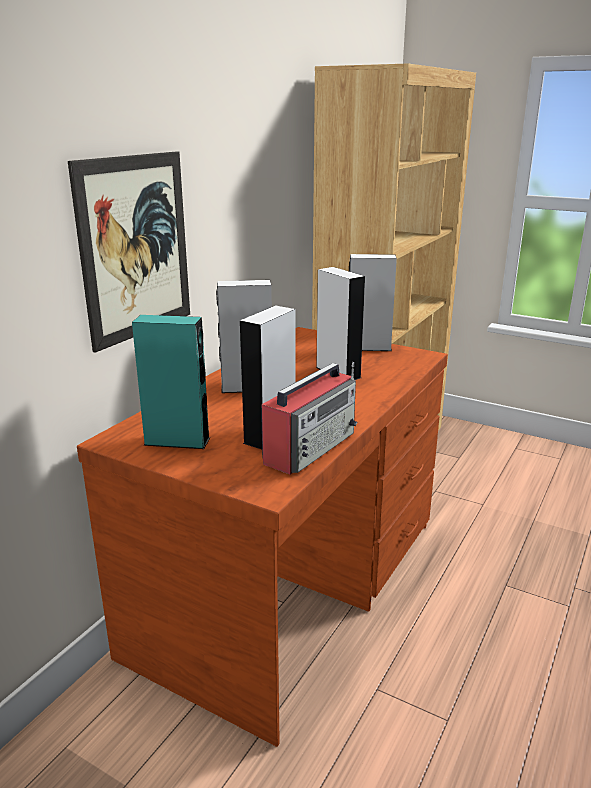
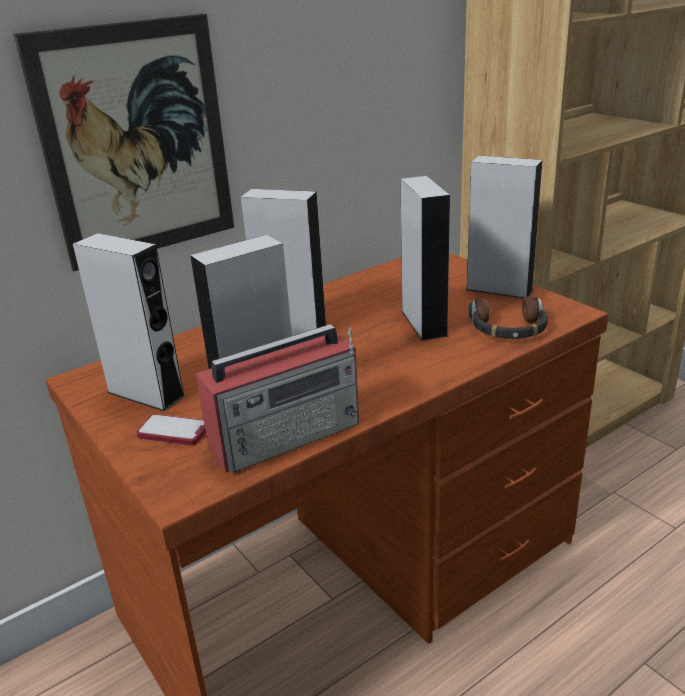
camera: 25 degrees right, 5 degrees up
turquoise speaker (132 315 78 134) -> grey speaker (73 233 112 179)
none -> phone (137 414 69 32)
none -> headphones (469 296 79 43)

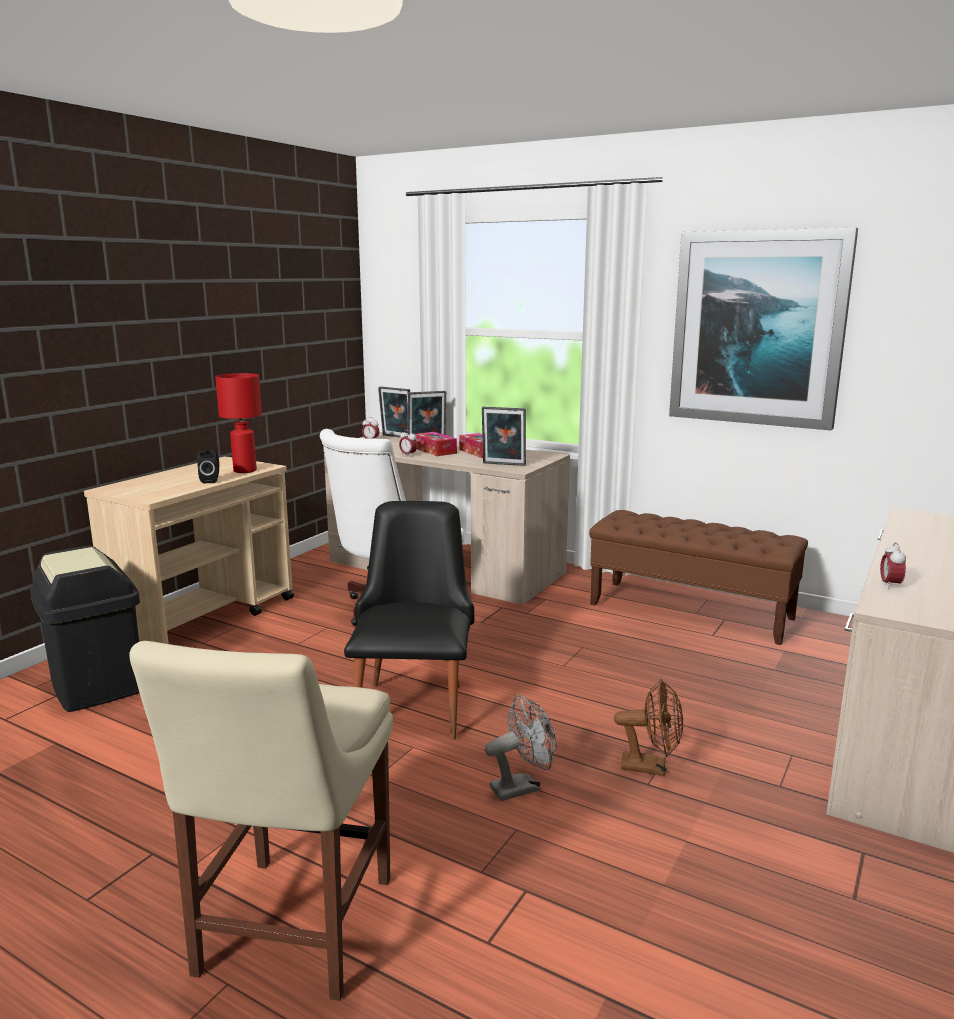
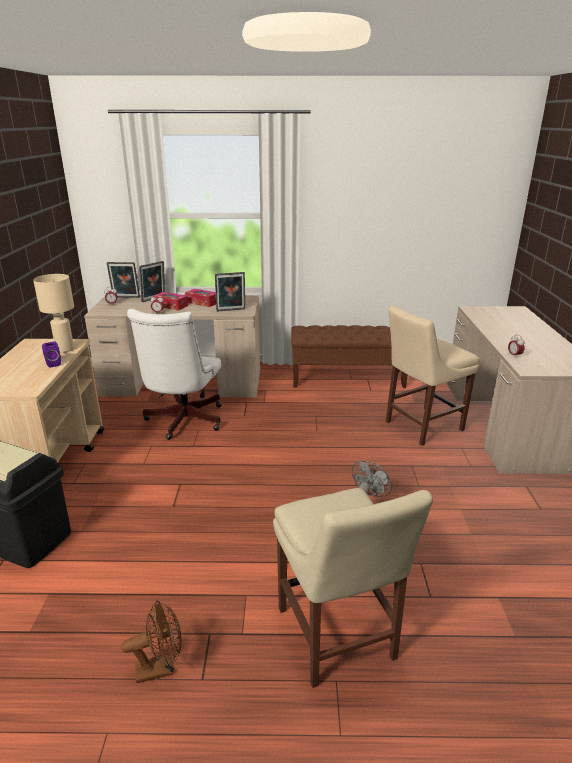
camera: 30 degrees left, 10 degrees up
black speaker (197 451 22 32) -> purple speaker (42 341 19 27)
red table lamp (215 373 47 100) -> beige table lamp (33 274 41 79)
black chair (344 501 130 239) -> none
brown fan (614 679 69 97) -> brown fan (121 600 61 83), move
picture (669 228 189 202) -> none
none -> beige chair (386 306 94 140)

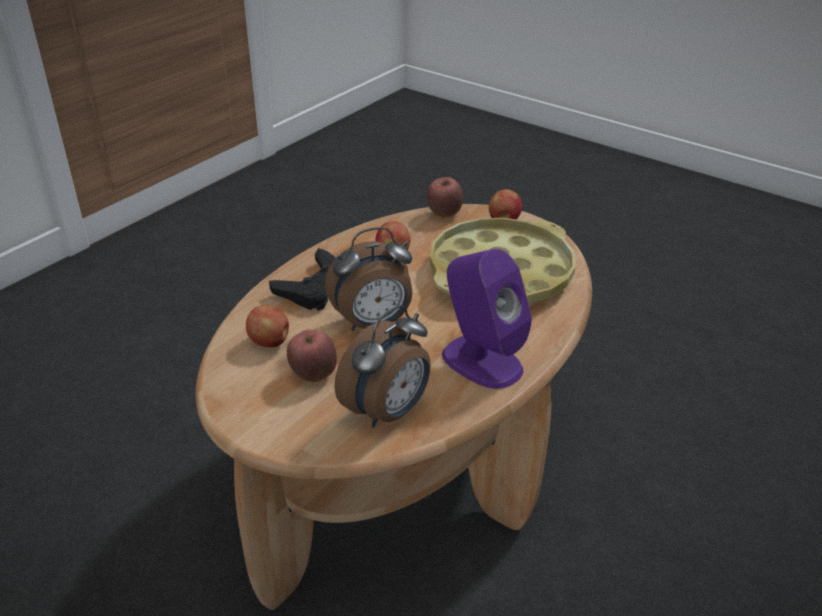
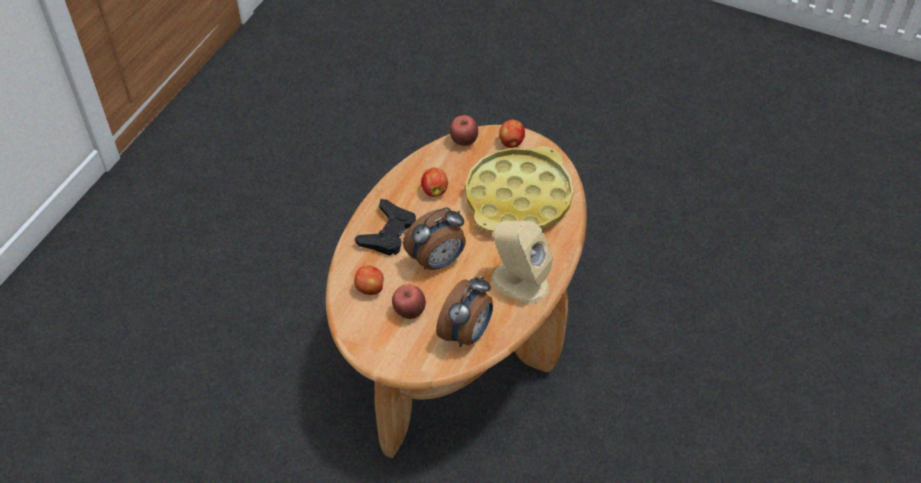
camera: 10 degrees left, 15 degrees up
purple speaker (442 249 90 140) -> beige speaker (492 221 61 83)

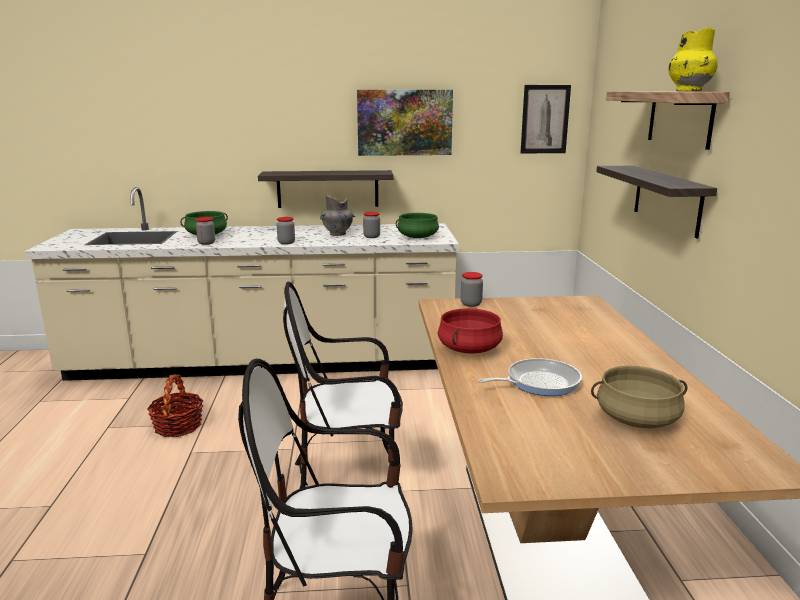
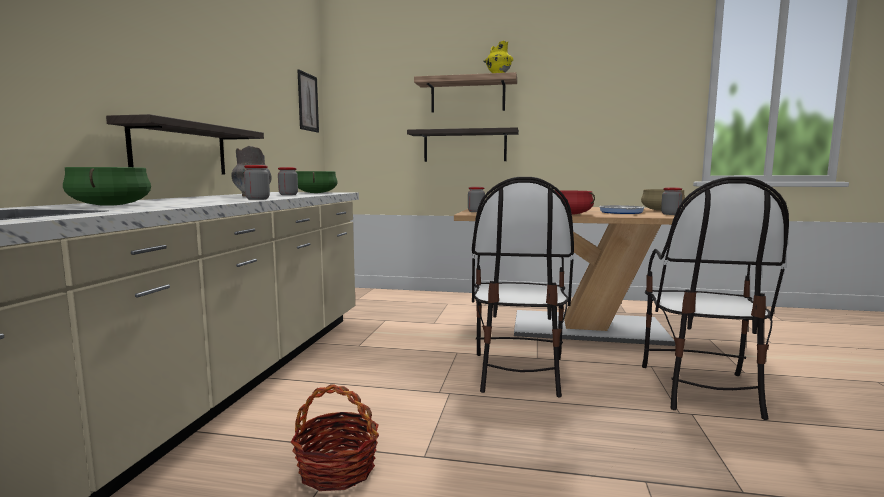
camera: 75 degrees left, 10 degrees down
jar (196 217 19 28) -> jar (661 188 22 27), move
picture (357 90 96 66) -> none

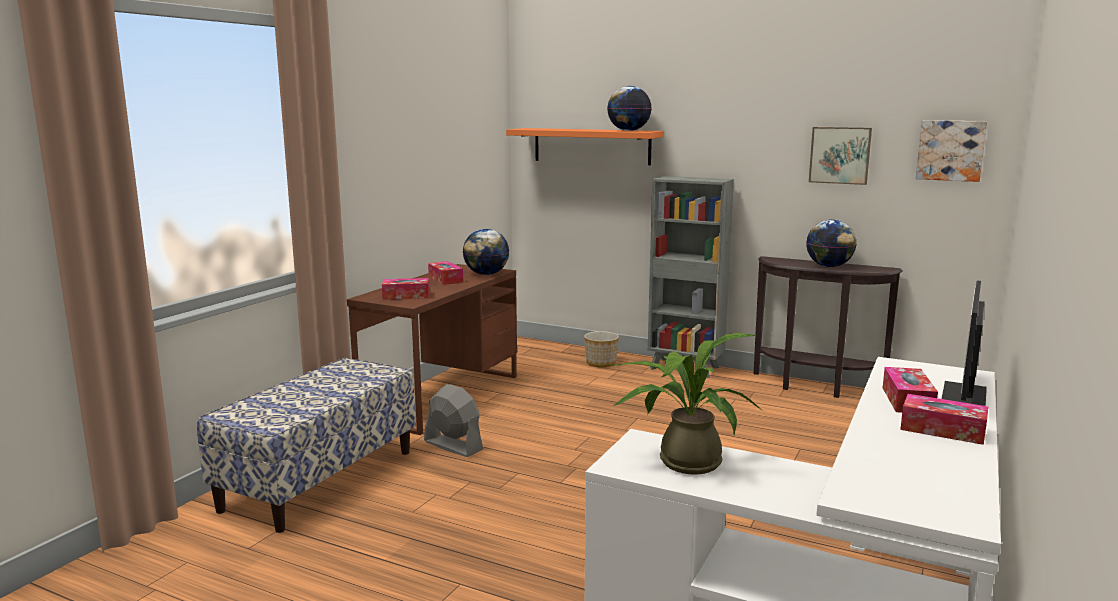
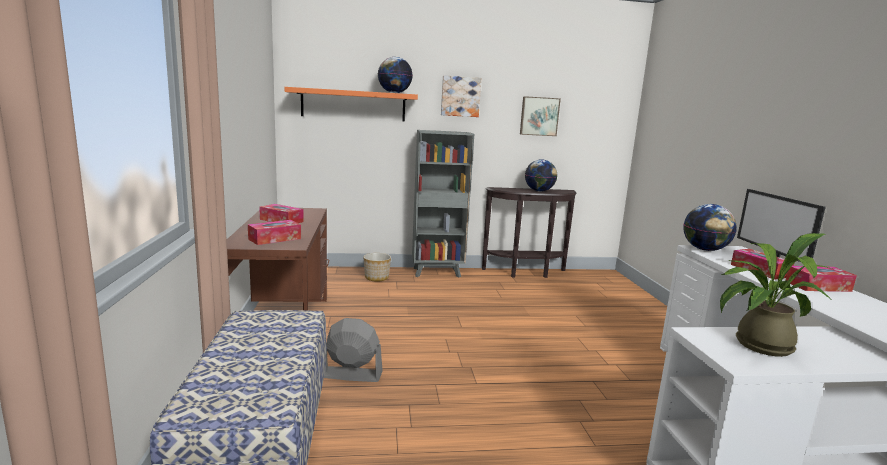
camera: 35 degrees left, 0 degrees up
globe (463 229 46 46) -> globe (683 204 54 47), move
picture (916 120 71 62) -> picture (441 75 40 42), move

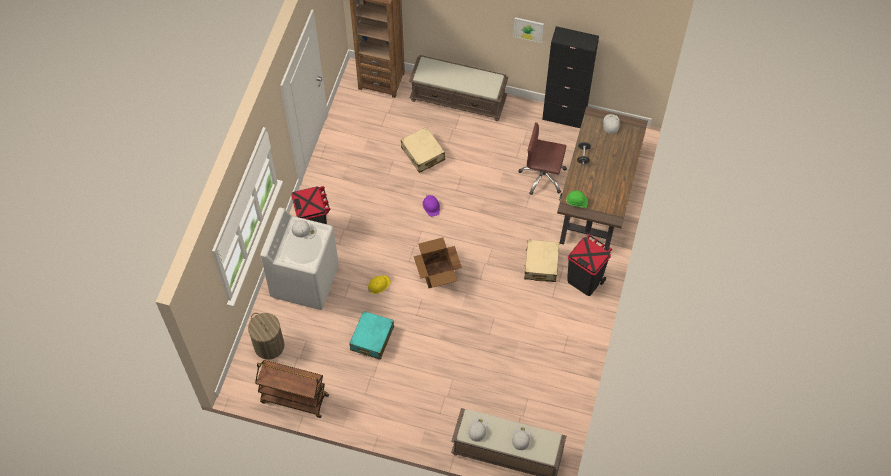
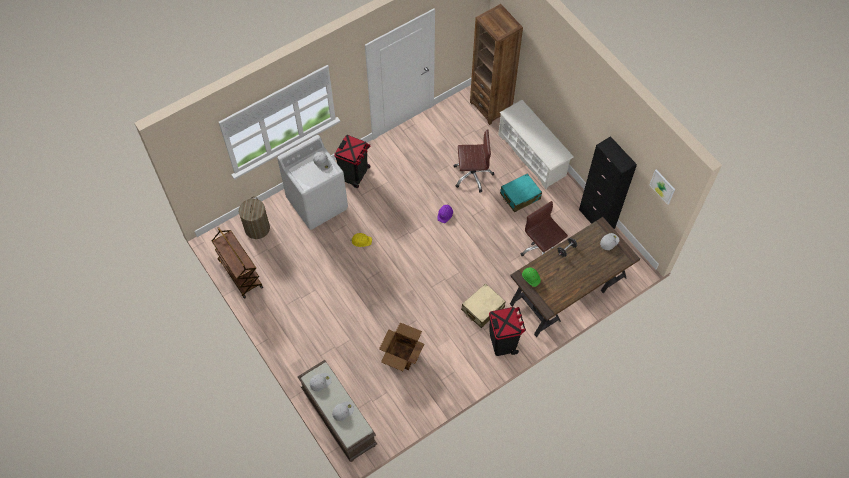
camera: 40 degrees right, 0 degrees up
turquoise suitcase (349 311 45 49) -> turquoise suitcase (500 173 42 39), move
beige suitcase (401 127 44 46) -> brown office chair (454 129 40 63)
brown bench (409 55 99 66) -> white shoe rack (498 100 75 89)
cardboard box (414 237 48 51) -> cardboard box (379 323 45 48), move
picture (513 17 31 26) -> picture (650 169 25 36), move

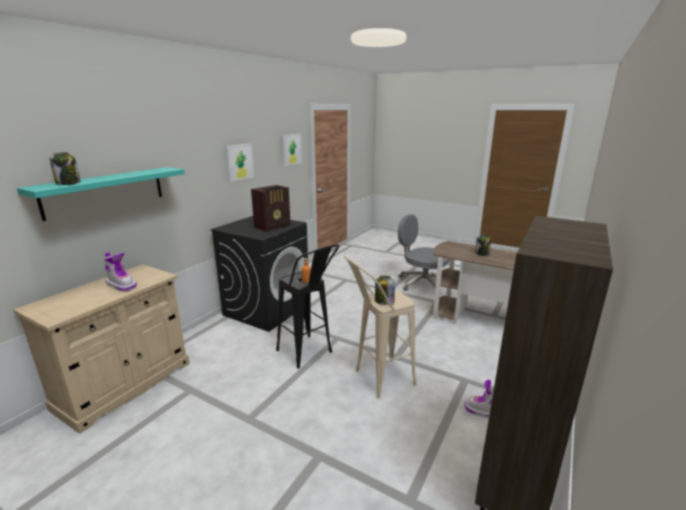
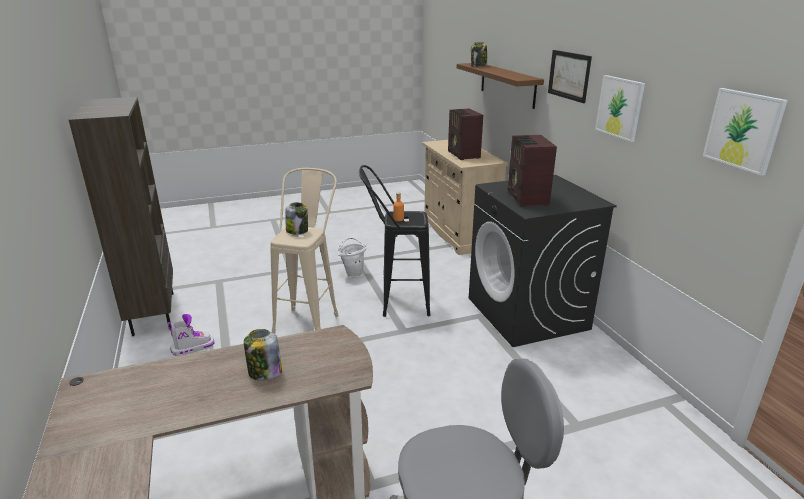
camera: 130 degrees right, 5 degrees up
turquoise shelf (17 167 168 54) -> brown shelf (457 63 87 46)
boot (105 252 32 40) -> radio (448 108 35 52)
none -> white bucket (338 237 28 41)
none -> picture (548 50 44 53)

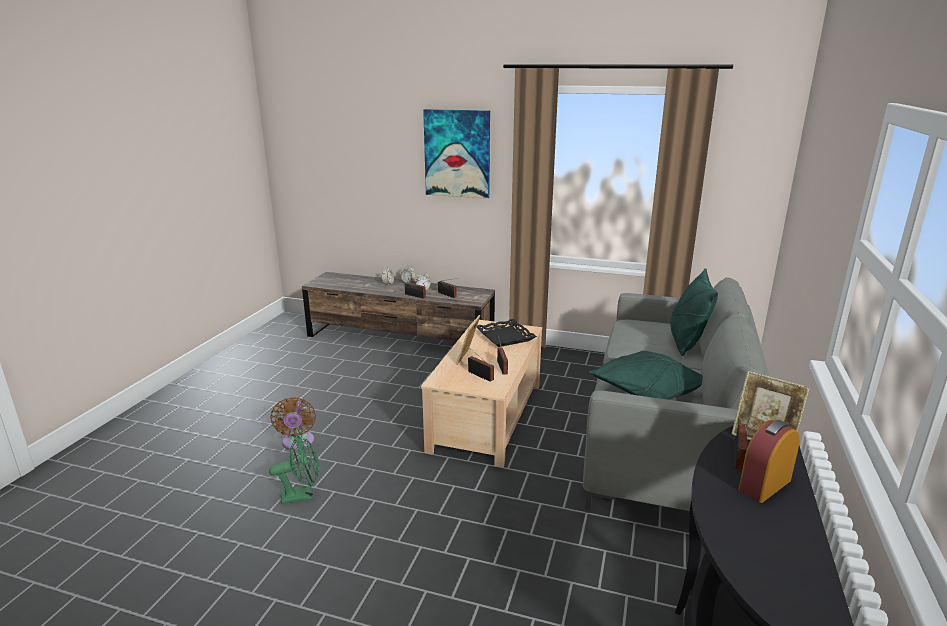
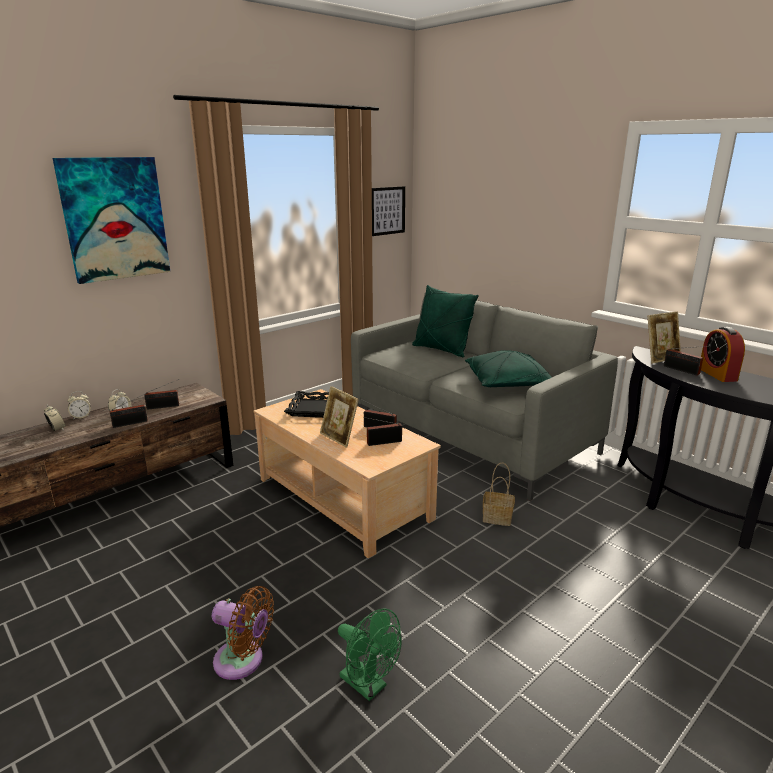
camera: 60 degrees left, 0 degrees up
green fan (269 436 50 68) -> green fan (338 608 64 93), 120 degrees clockwise
none -> picture (372 186 33 50)
none -> basket (483 463 32 63)

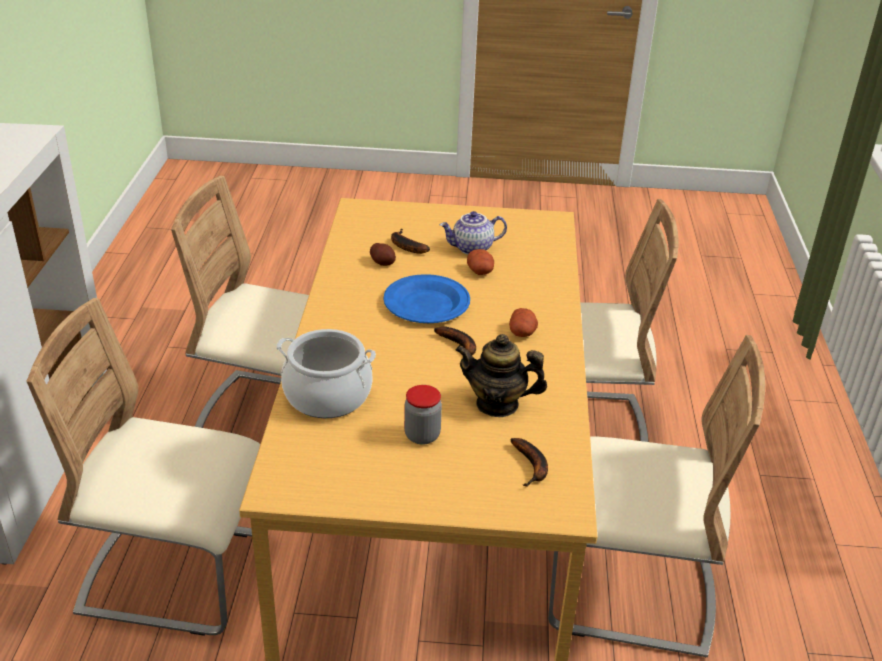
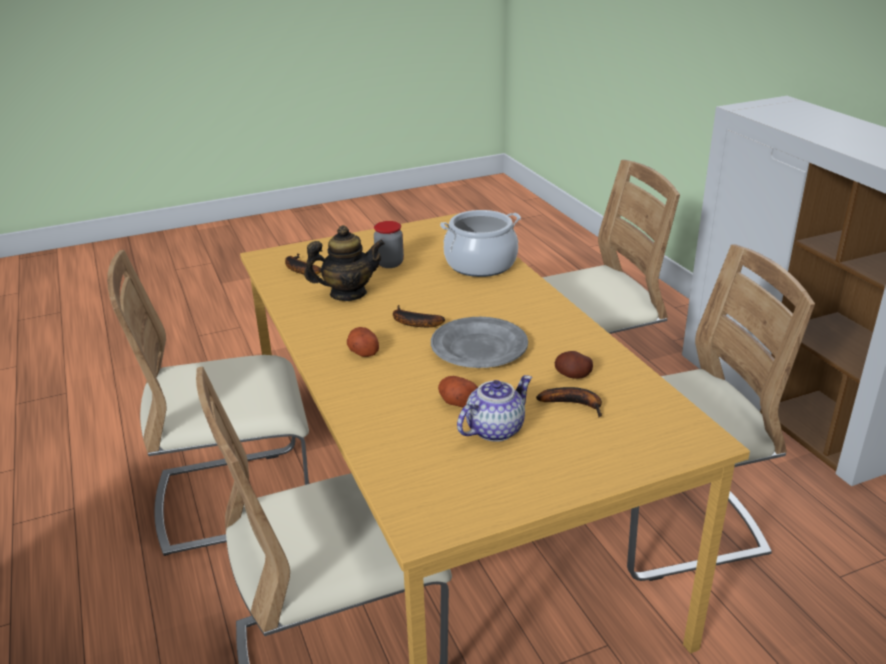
camera: 155 degrees right, 5 degrees down
blue plate (383 274 87 49) -> grey plate (431 317 97 51)

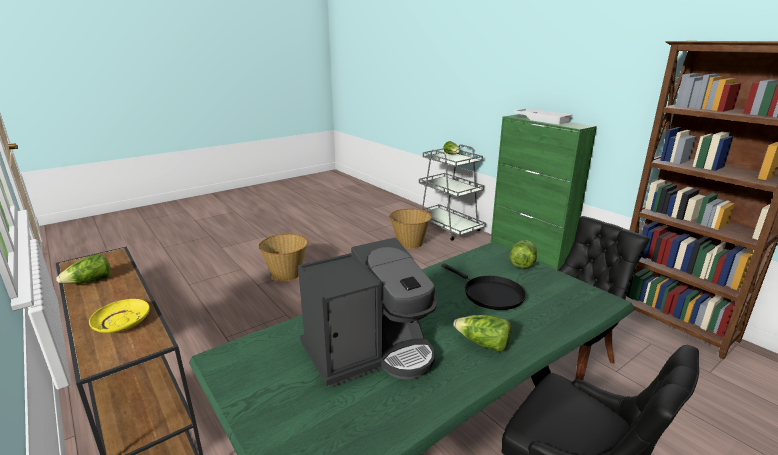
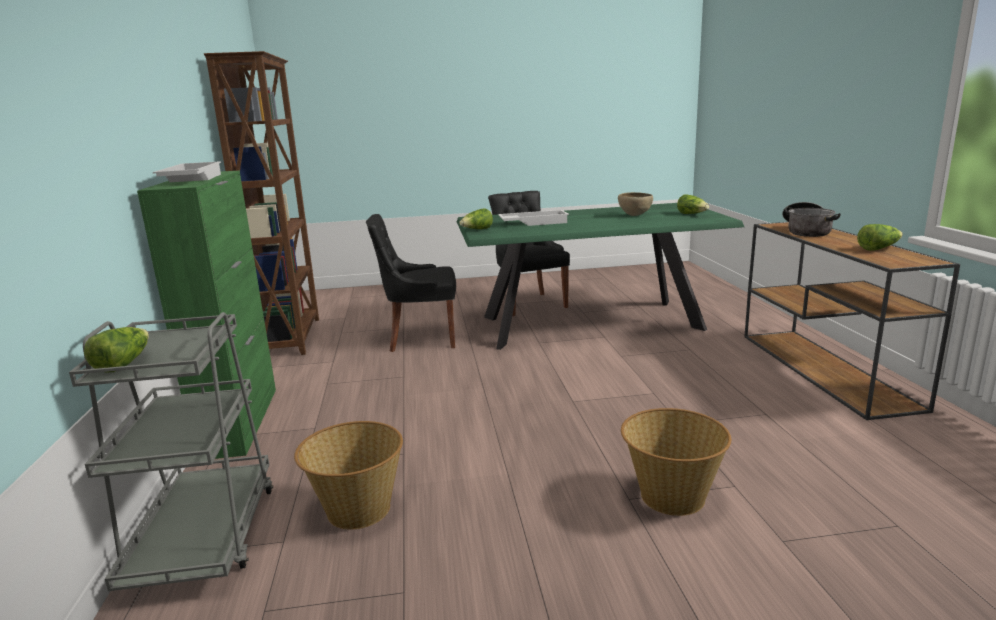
camera: 150 degrees left, 5 degrees down
yellow plate (89 299 61 34) -> cooking pot (782 202 58 35)
coffee machine (298 237 139 150) -> brown bowl (618 192 35 24)
black frying pan (441 263 85 47) -> white tray (498 210 71 16)
lettuce (454 315 57 37) -> lettuce (677 194 32 20), move

